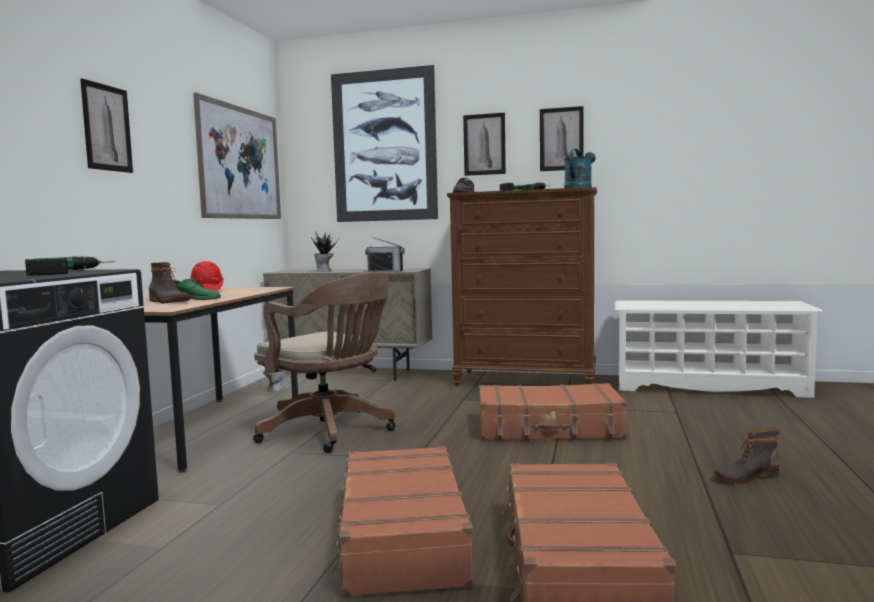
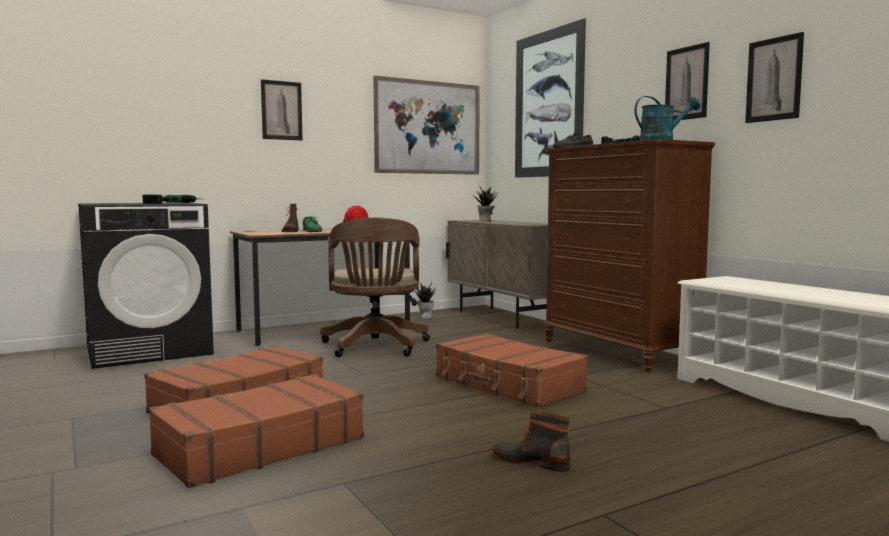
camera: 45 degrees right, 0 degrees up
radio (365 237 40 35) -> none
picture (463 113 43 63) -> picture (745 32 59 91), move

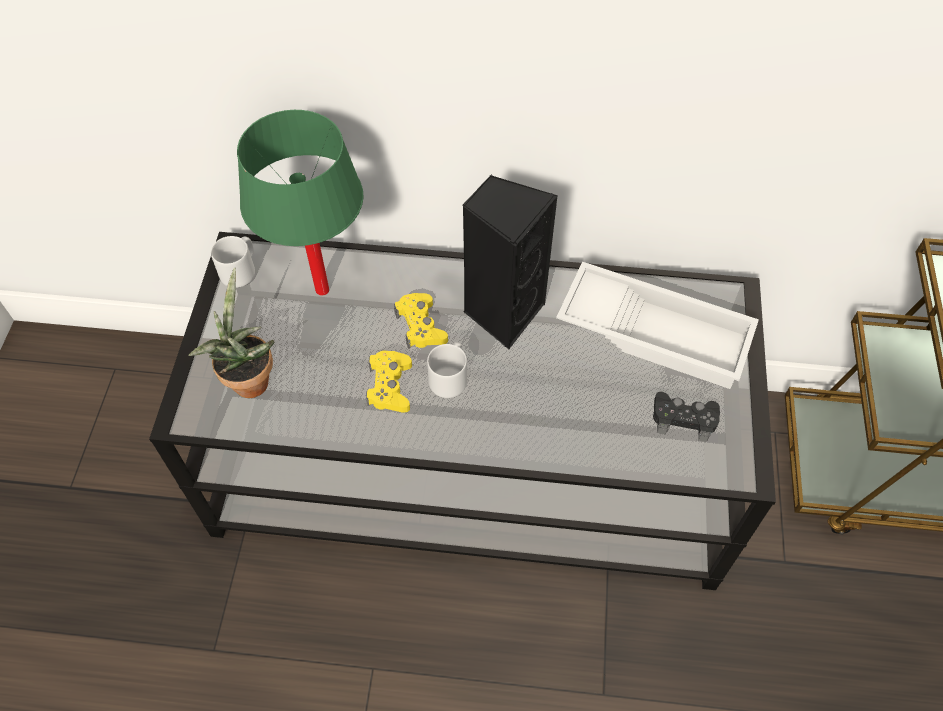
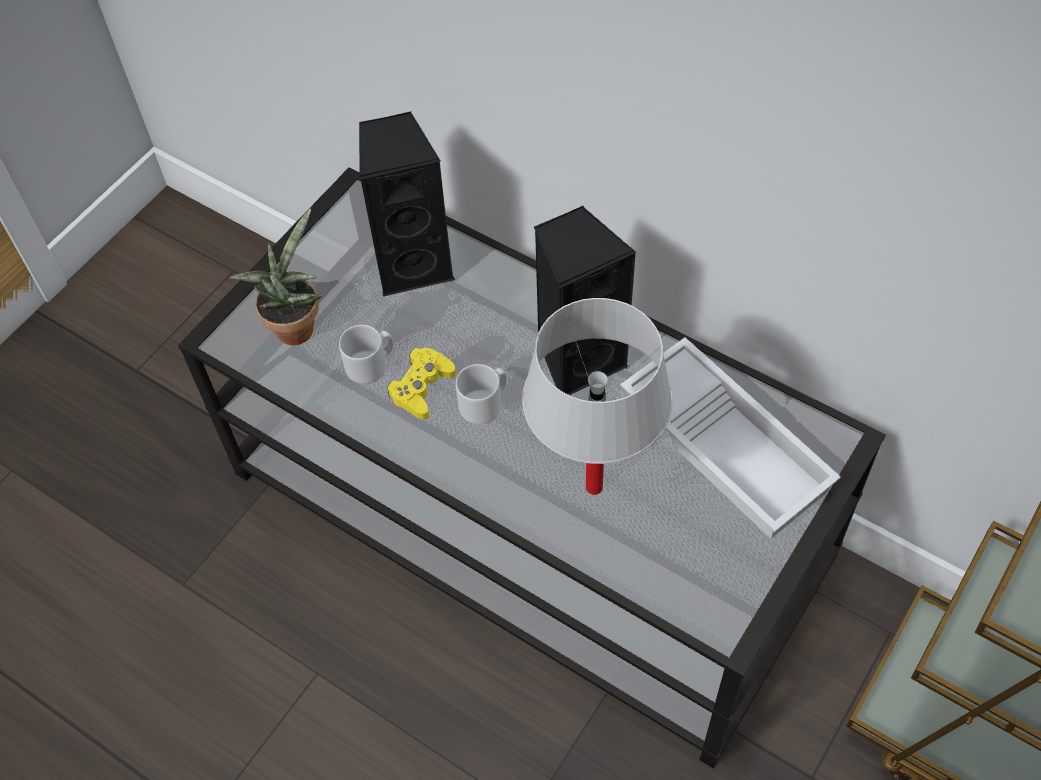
camera: 30 degrees right, 0 degrees up
grey mug (211 236 44 52) -> grey mug (339 325 54 59), move
green table lamp (237 110 127 185) -> black speaker (359 111 96 186)
yellow game controller (394 293 54 56) -> none
black game controller (653 392 67 50) -> none
none -> white table lamp (522 298 150 197)

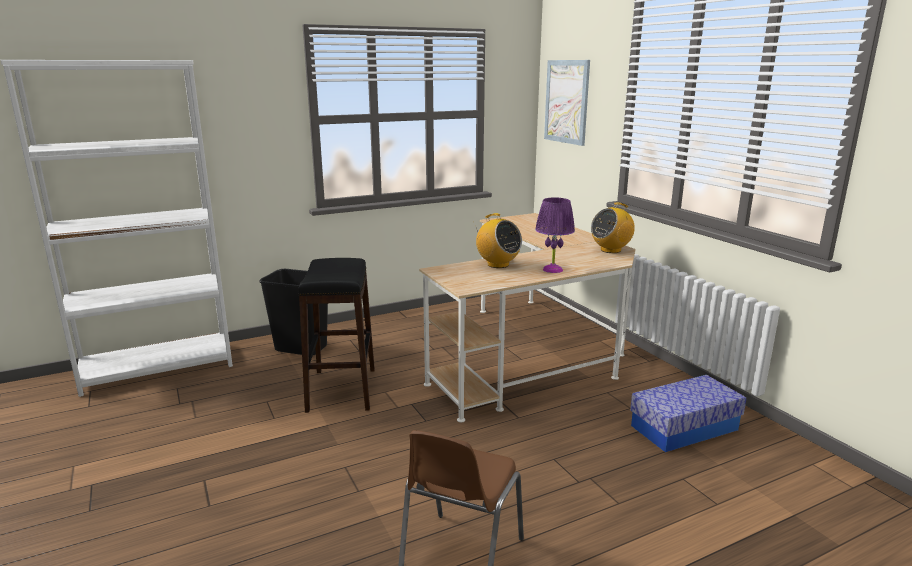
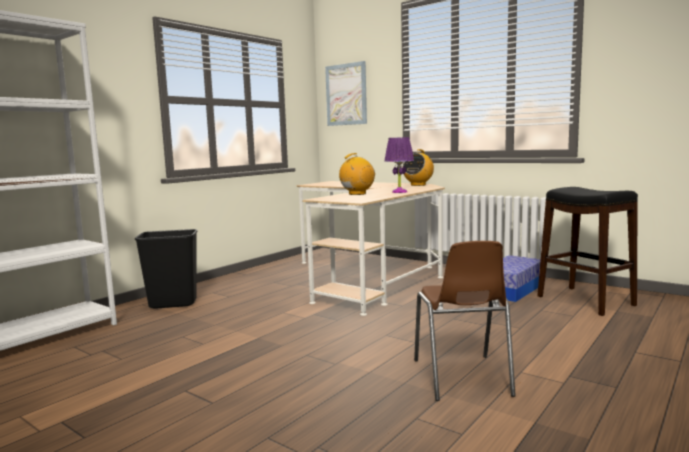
camera: 25 degrees left, 10 degrees down
black stool (299 258 76 155) -> black stool (537 187 101 129), move
radio (473 213 49 55) -> radio (339 153 36 42), 60 degrees counterclockwise

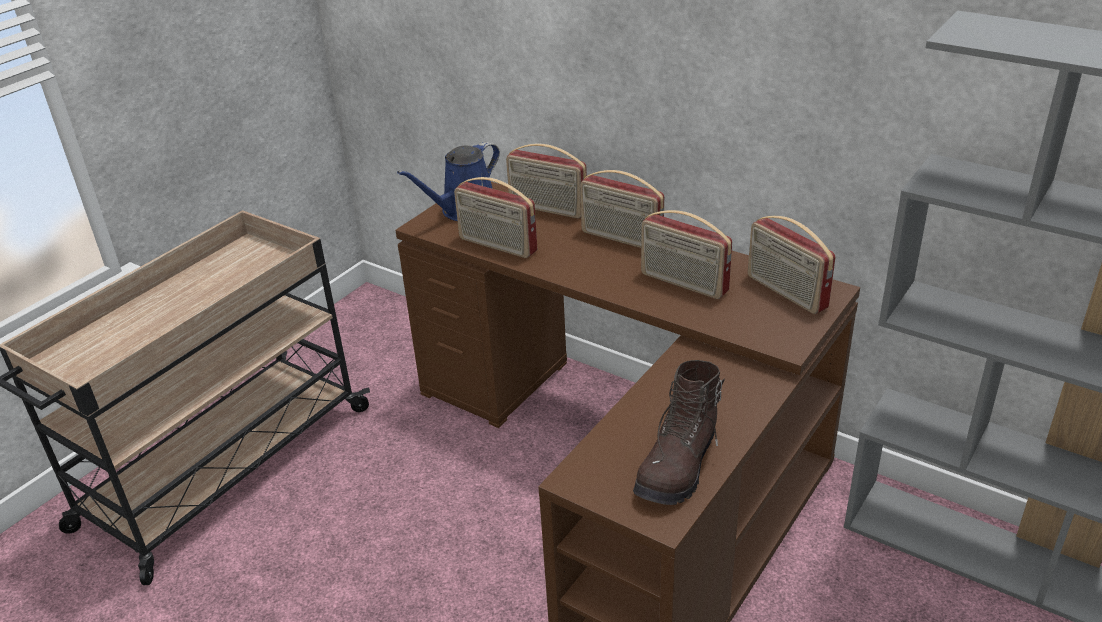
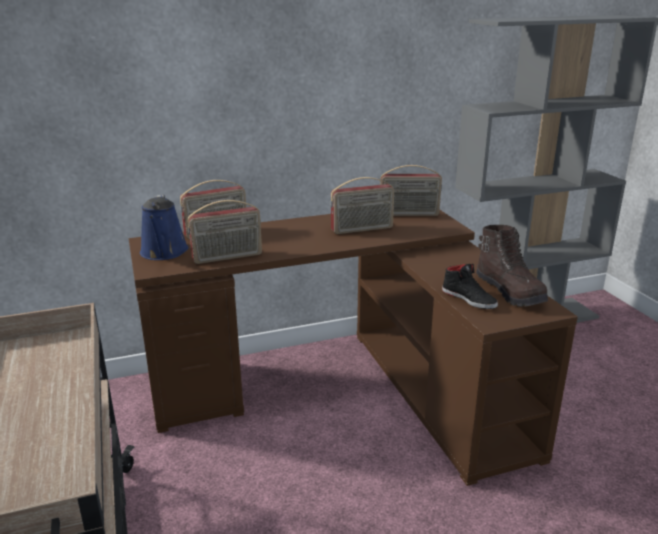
camera: 55 degrees left, 10 degrees down
radio (580 170 84 78) -> none
none -> black shoe (442 264 56 45)

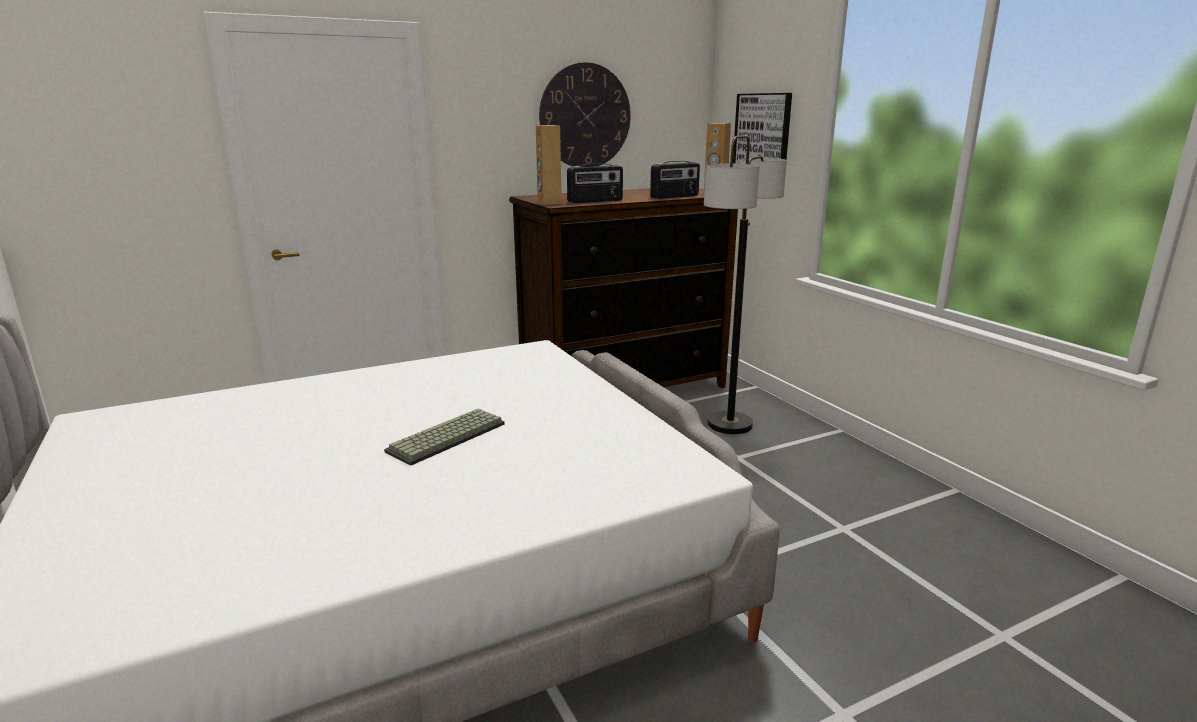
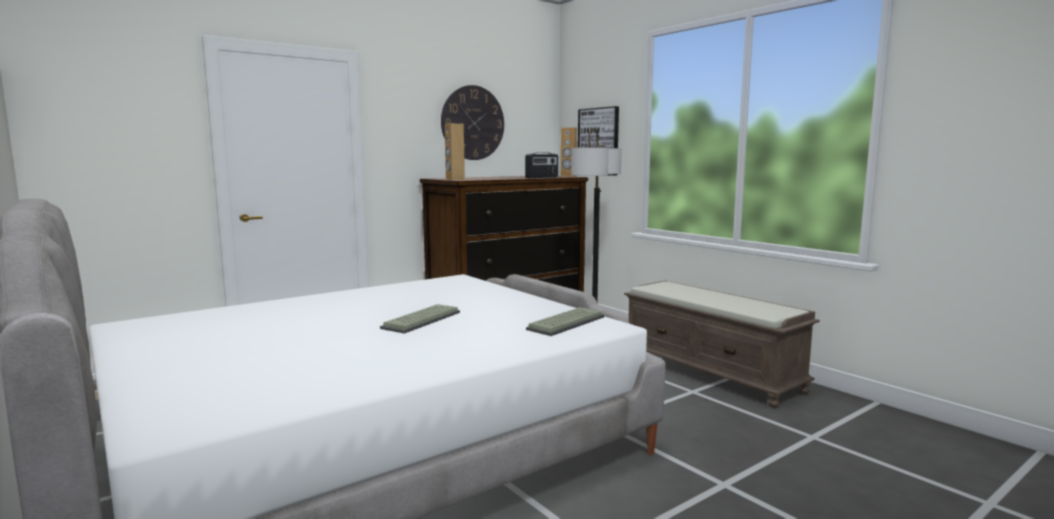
camera: 10 degrees left, 10 degrees down
radio (567 163 56 40) -> none
none -> keyboard (526 307 78 29)
none -> brown bench (624 280 196 128)

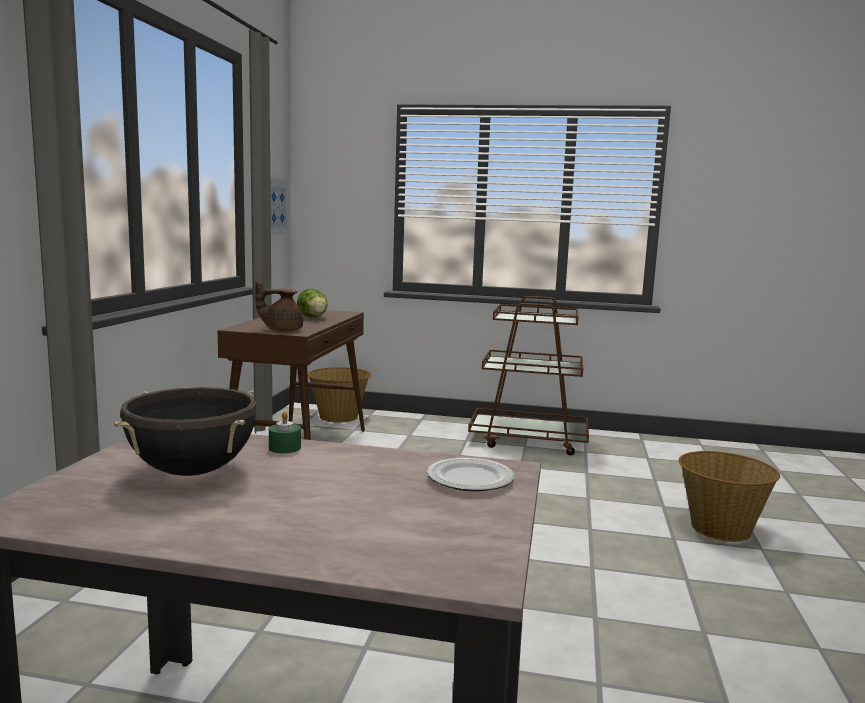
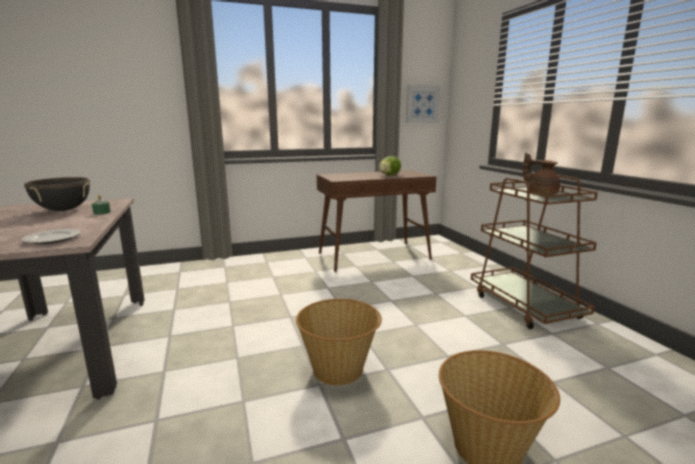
camera: 60 degrees right, 5 degrees up
brown teapot (255 281 48 50) -> brown teapot (523 153 37 42), move
basket (308 367 63 56) -> basket (296 299 86 87), move

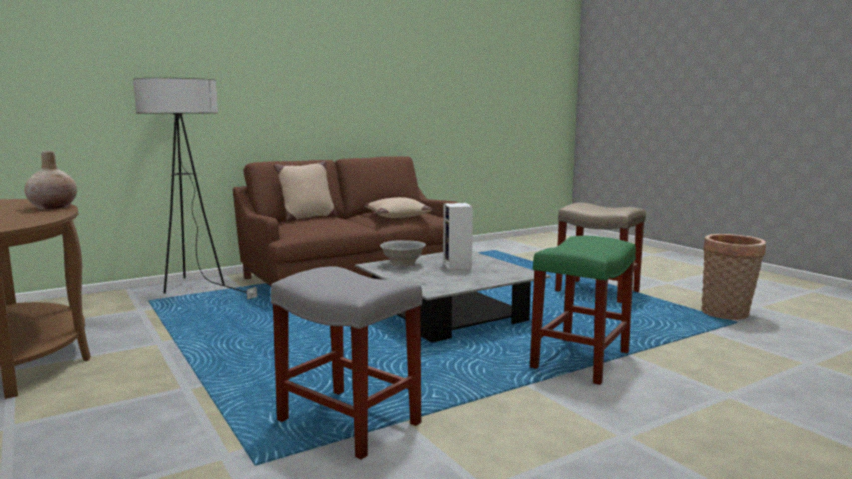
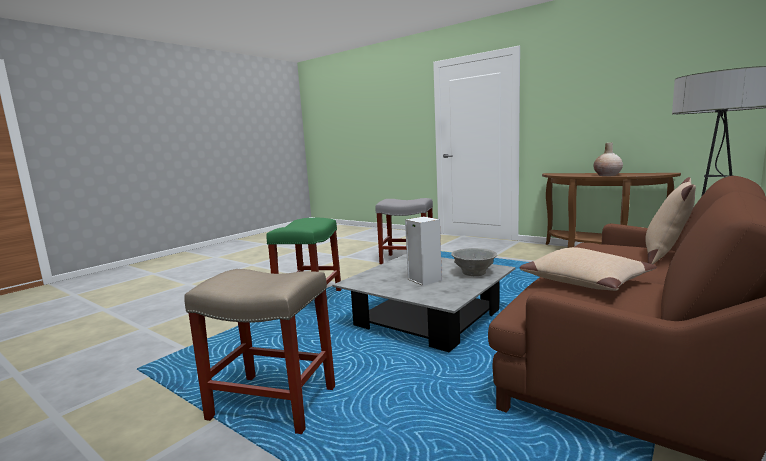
camera: 160 degrees right, 0 degrees up
basket (702 234 64 86) -> none

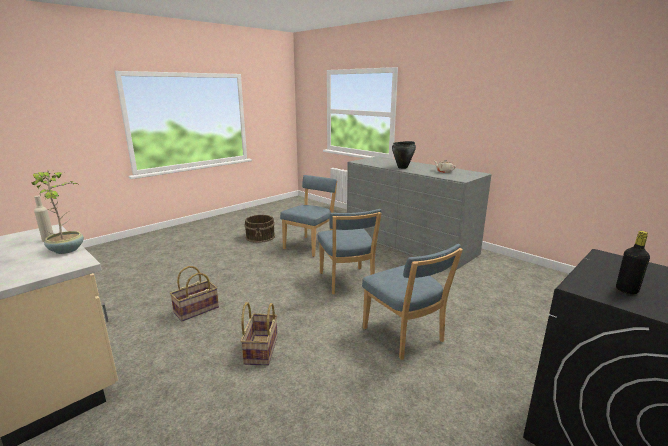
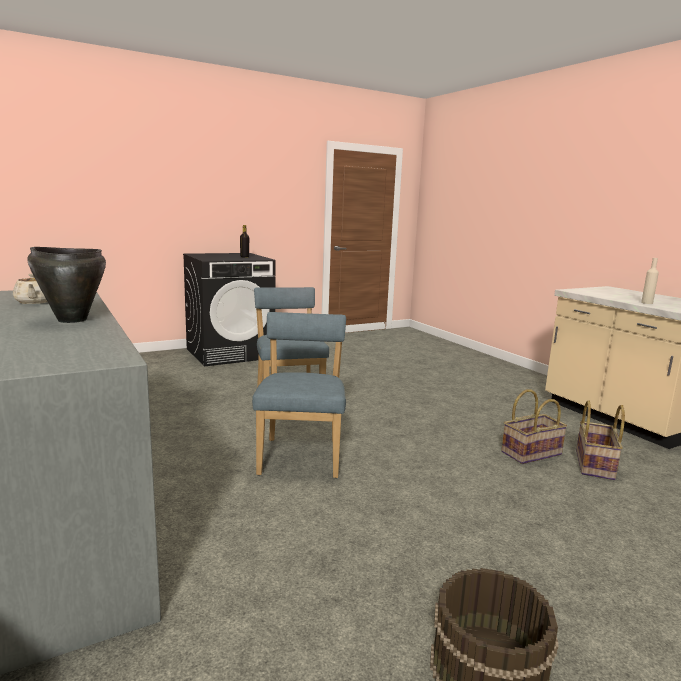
camera: 165 degrees left, 5 degrees down
potted plant (32 170 52 84) -> none
basket (240 302 38 63) -> basket (576 400 49 80), move
blue chair (280 175 57 82) -> none

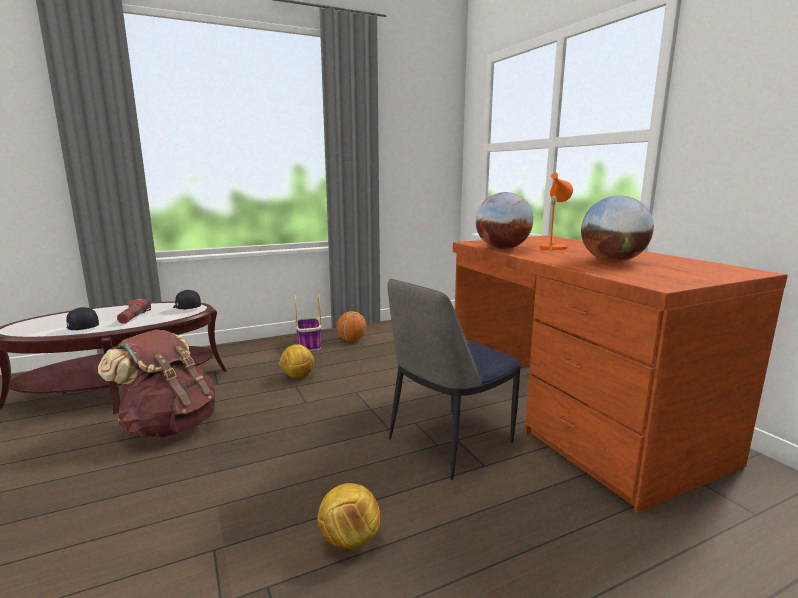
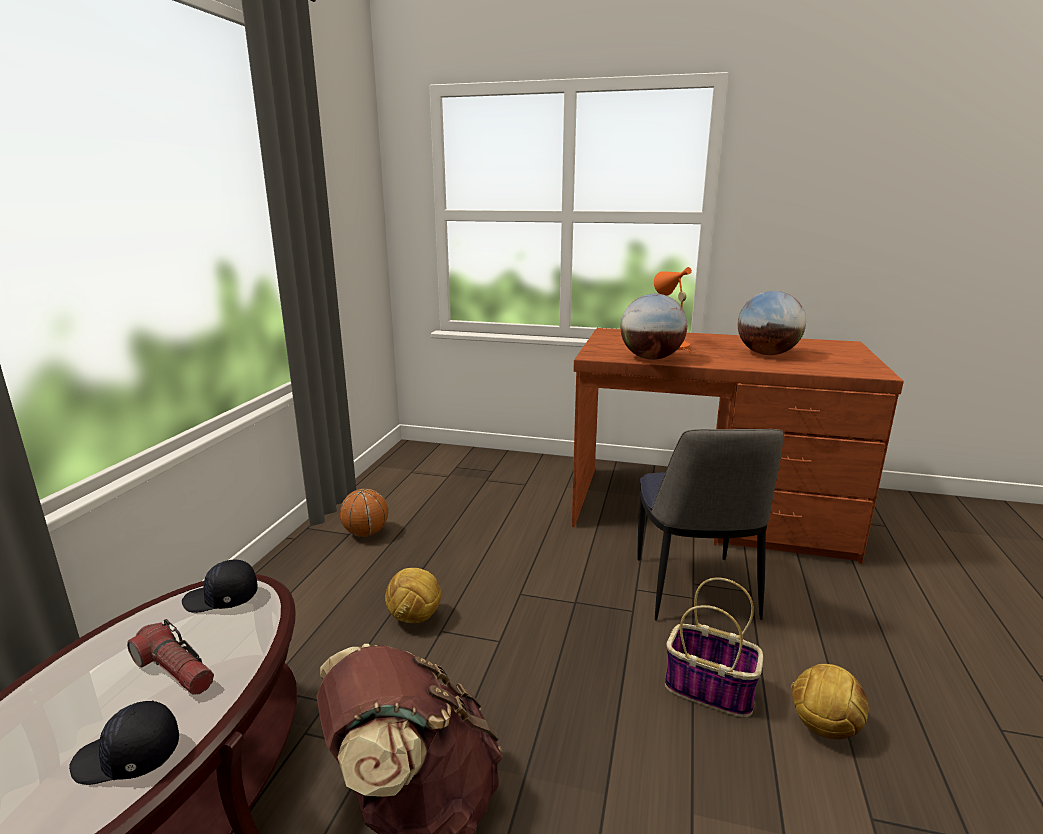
camera: 50 degrees left, 5 degrees up
basket (295 294 27 57) -> basket (665 578 98 139), move

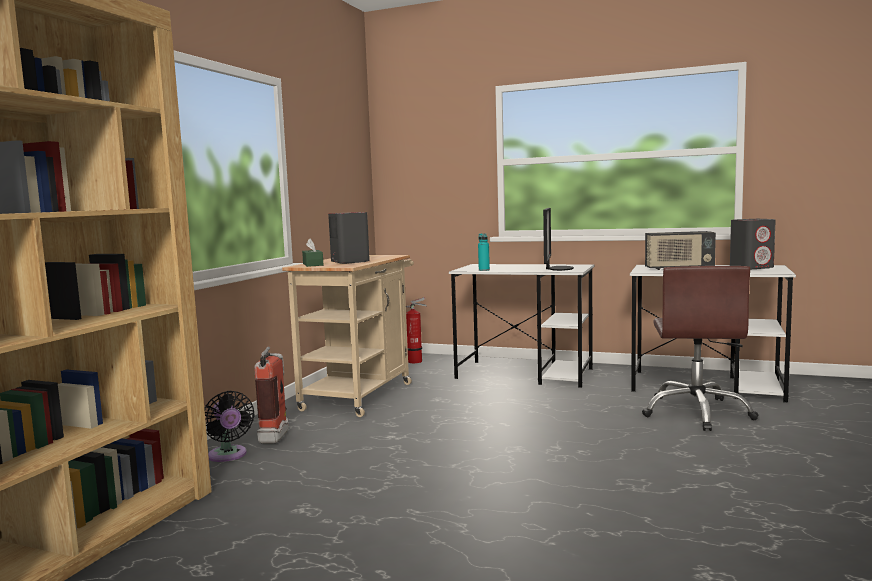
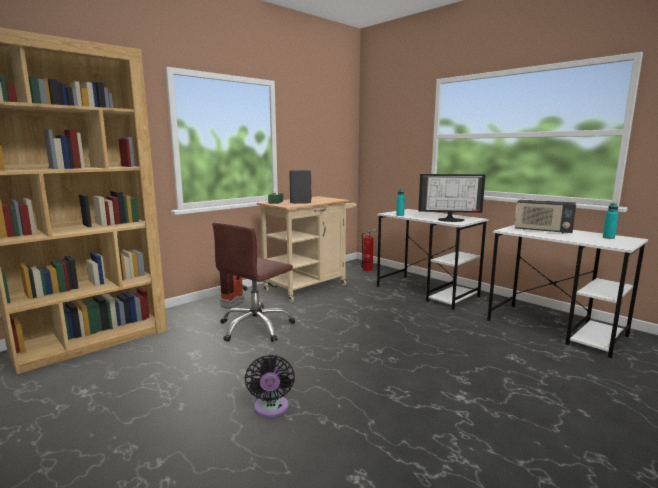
camera: 25 degrees right, 5 degrees up
black fan (204 391 51 71) -> black fan (245 355 50 62), move
monitor (543 208 31 63) -> monitor (418 174 67 48), 60 degrees clockwise
brown office chair (642 266 116 165) -> brown office chair (212 222 83 120), move
grey speaker (730 219 46 50) -> turquoise bottle (603 203 16 36)

